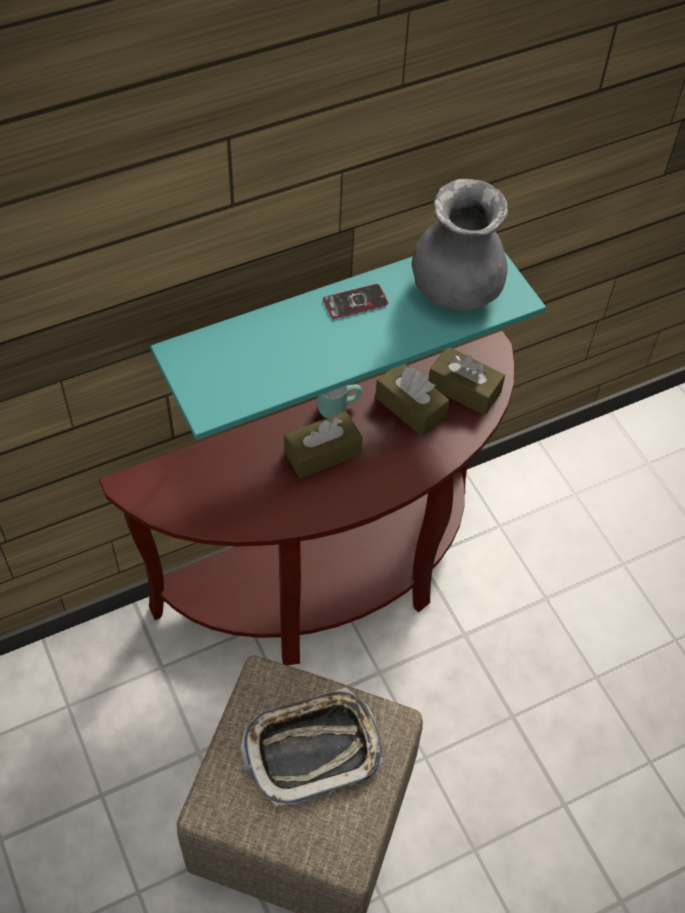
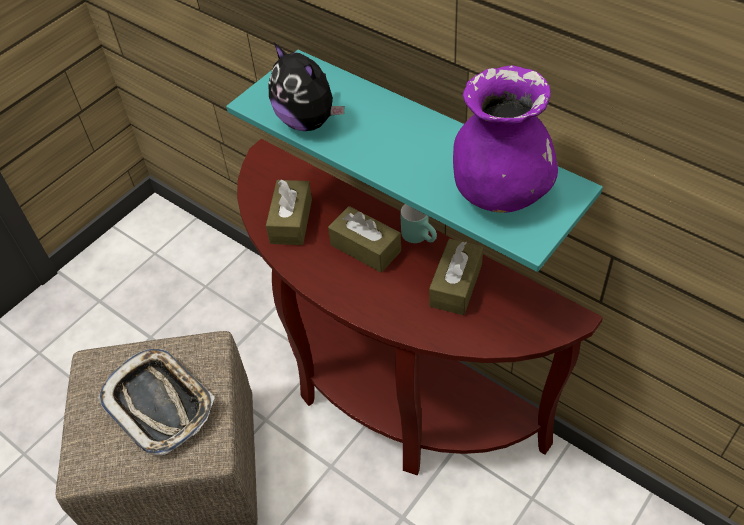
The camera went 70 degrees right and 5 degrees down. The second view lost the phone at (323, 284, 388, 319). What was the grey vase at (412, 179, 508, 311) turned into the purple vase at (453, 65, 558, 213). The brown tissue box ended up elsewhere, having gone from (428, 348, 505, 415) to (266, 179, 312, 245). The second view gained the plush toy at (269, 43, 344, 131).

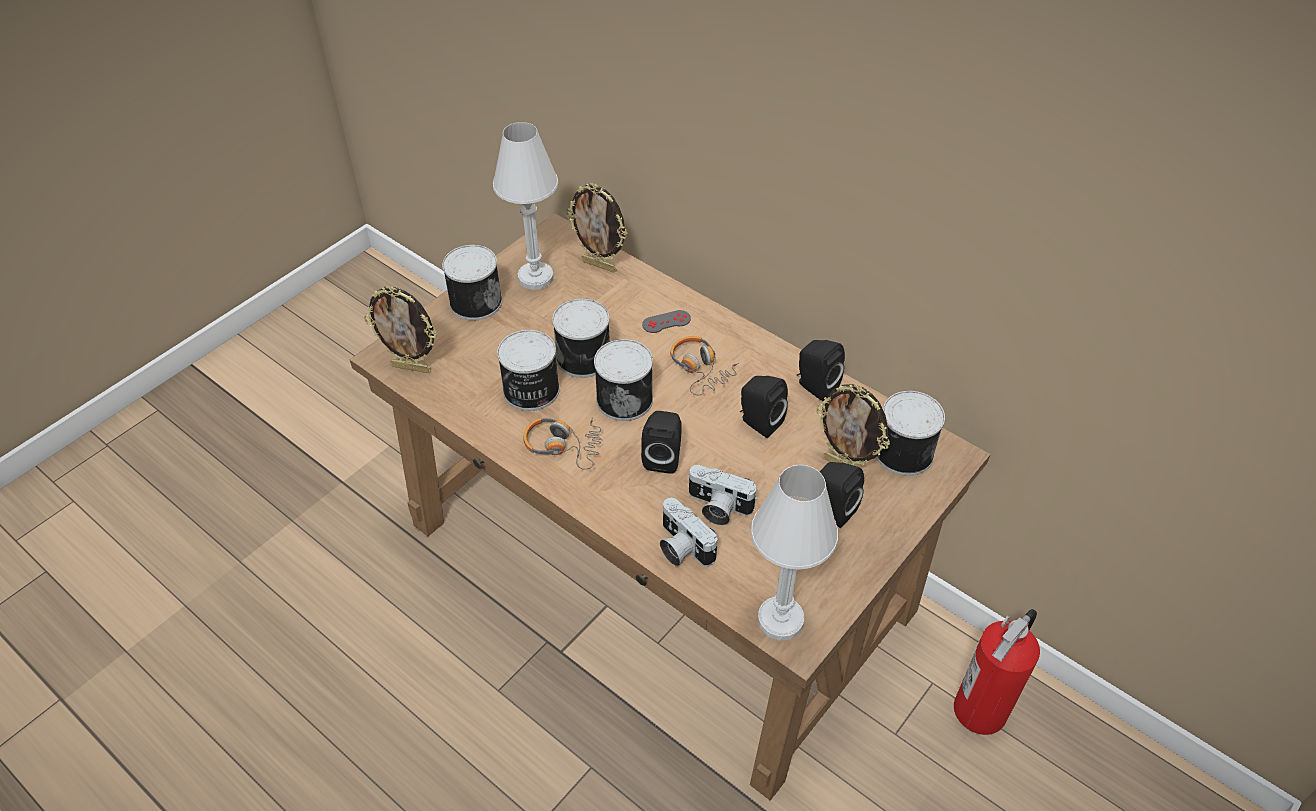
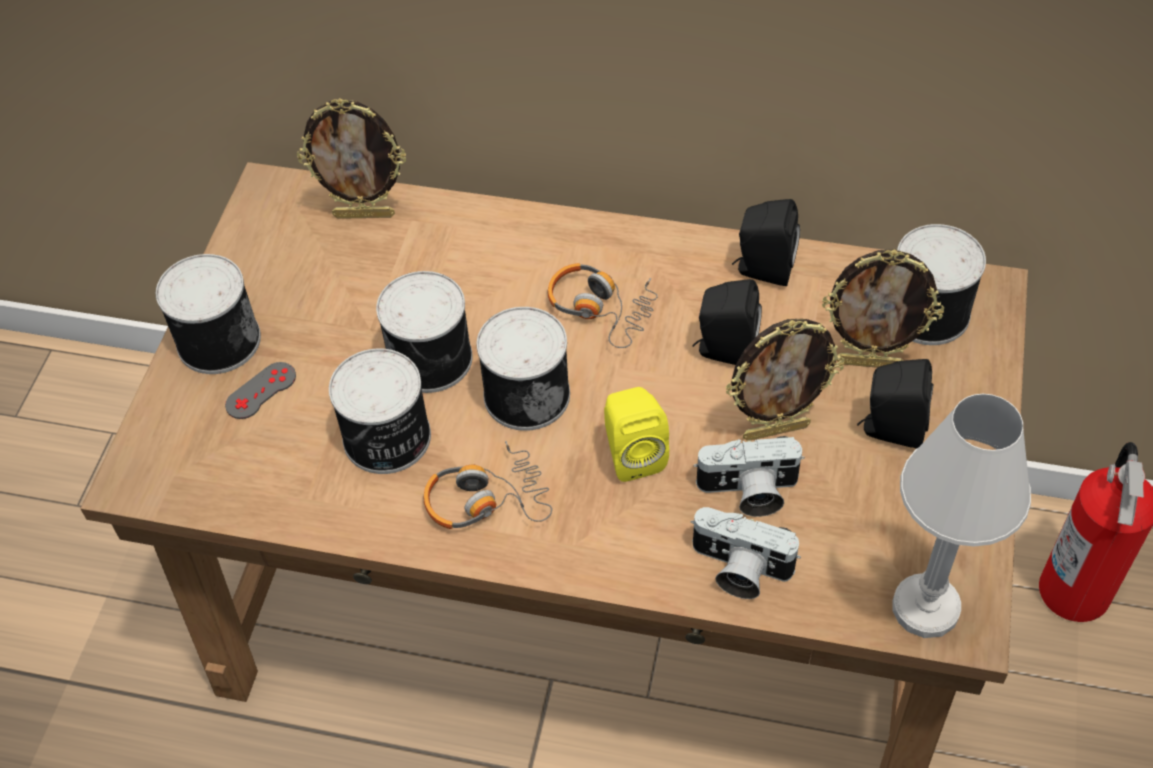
The camera went 25 degrees left and 5 degrees up. The picture frame ended up elsewhere, having gone from (364, 286, 437, 373) to (725, 318, 845, 441). The second view lost the white table lamp at (493, 122, 559, 290). What was the black speaker at (641, 411, 682, 474) turned into the yellow speaker at (604, 387, 669, 482). The grey game controller ended up elsewhere, having gone from (642, 310, 691, 333) to (225, 362, 296, 419).

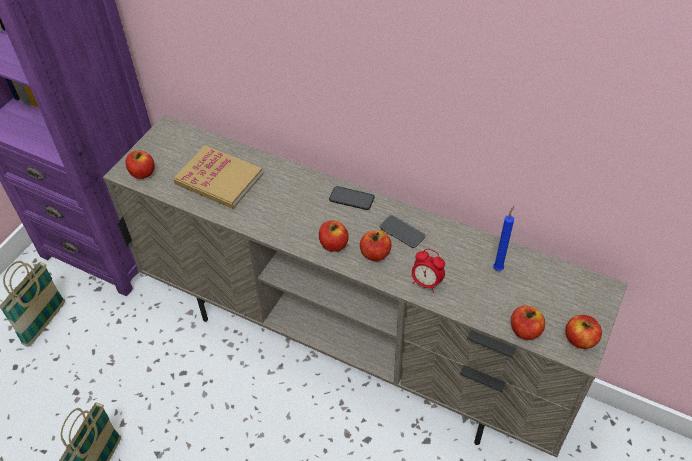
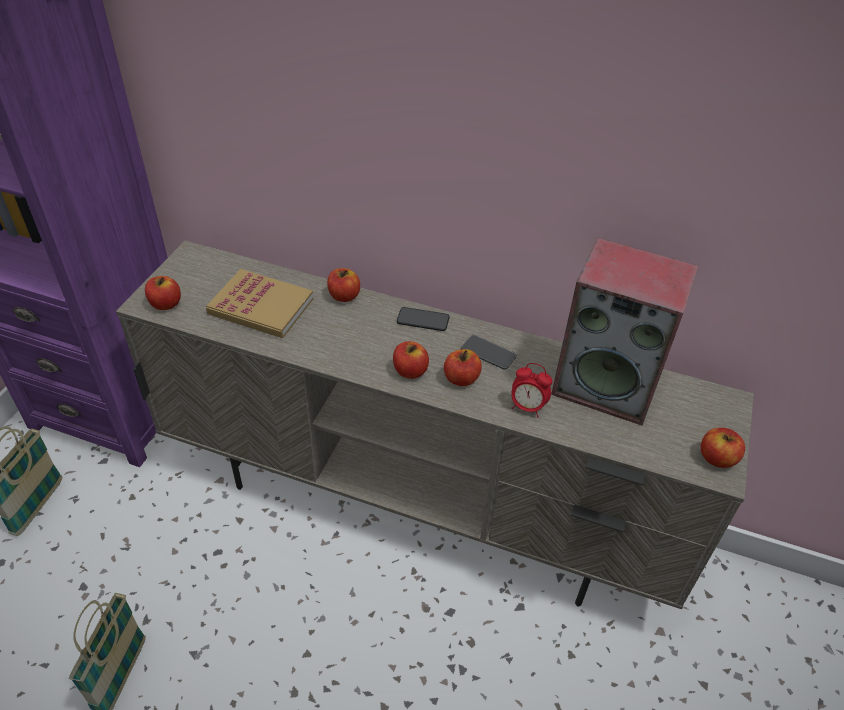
The camera went 10 degrees left and 5 degrees down. Where the blue candle stood at (493, 206, 514, 271), the speaker came to stand at (551, 238, 698, 425). The apple ended up elsewhere, having gone from (511, 306, 545, 340) to (327, 268, 360, 302).

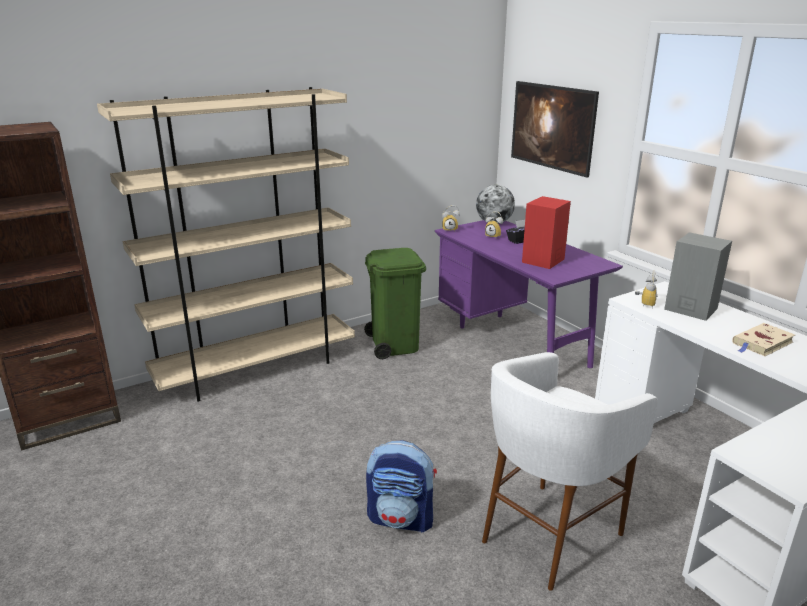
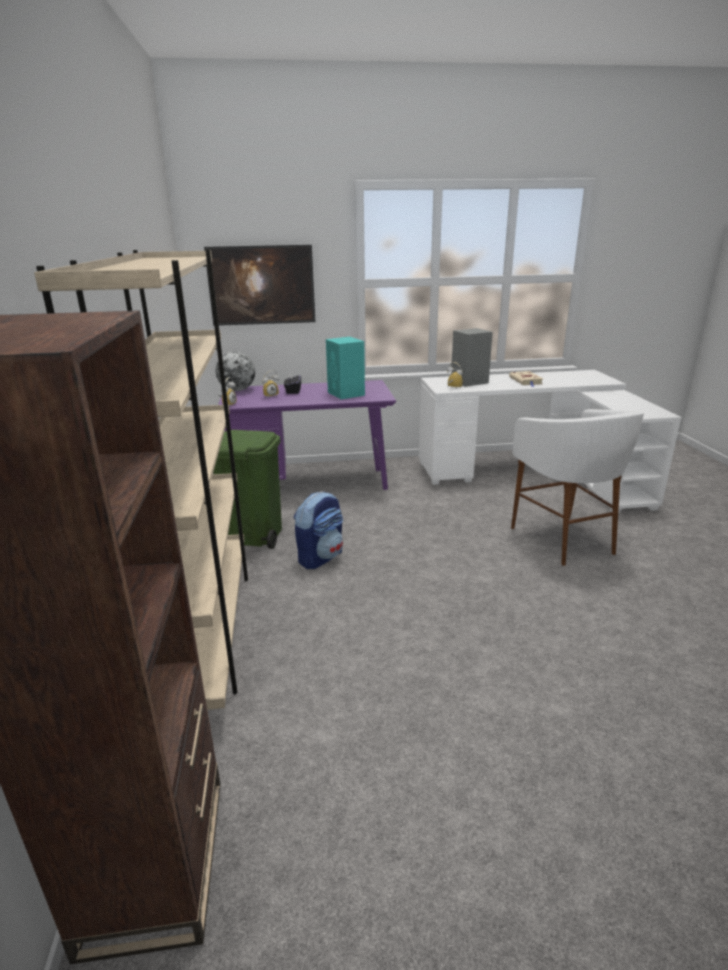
The camera went 65 degrees left and 0 degrees up. The backpack ended up elsewhere, having gone from (366, 440, 437, 533) to (294, 491, 343, 569). What was the red speaker at (522, 196, 571, 269) turned into the turquoise speaker at (326, 337, 365, 399).

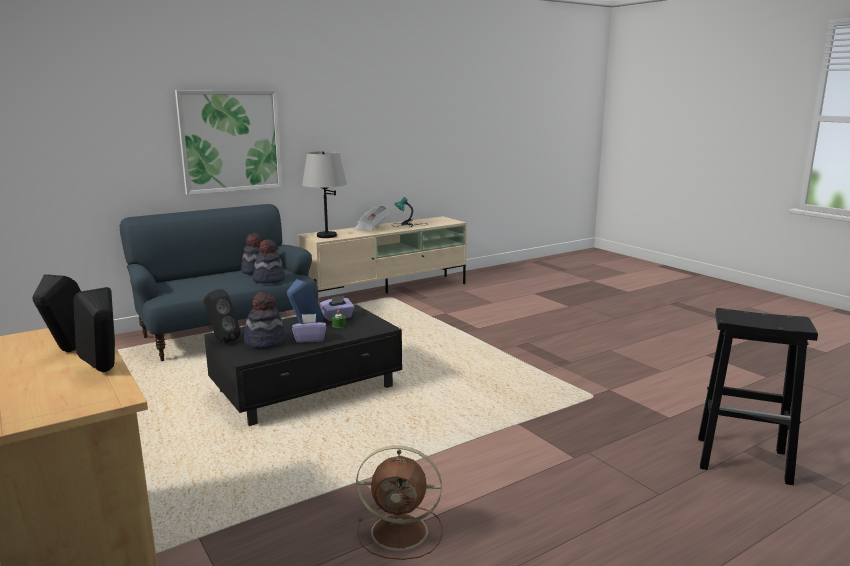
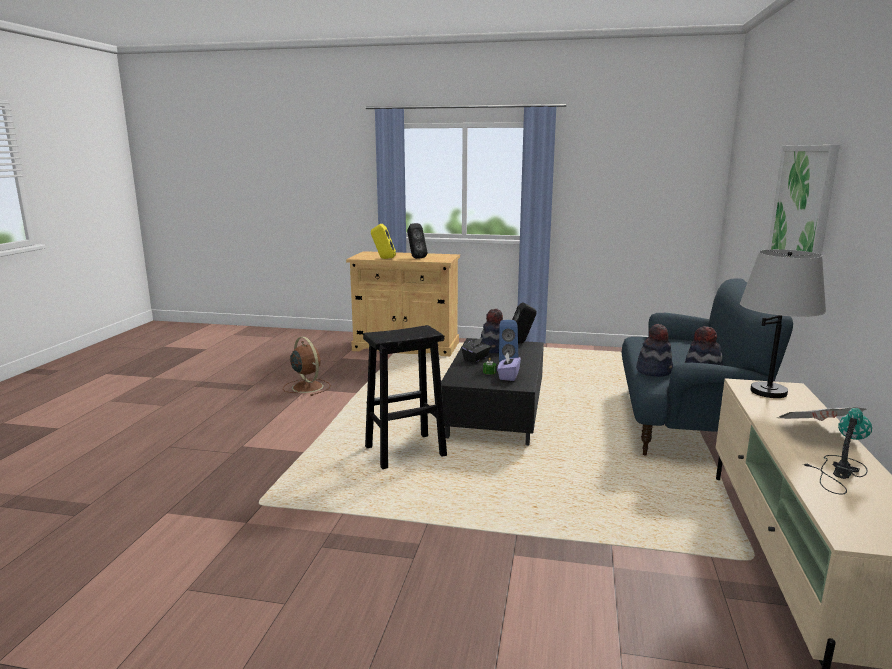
The camera went 135 degrees right and 0 degrees up. What was the black speaker at (73, 287, 115, 372) turned into the yellow speaker at (371, 224, 396, 259). What was the purple tissue box at (292, 314, 326, 343) turned into the black tissue box at (462, 337, 491, 363). The brown fan at (356, 445, 442, 560) ended up facing another way, 90 degrees clockwise from before. The black stool ended up elsewhere, having gone from (698, 308, 818, 485) to (363, 325, 447, 469).

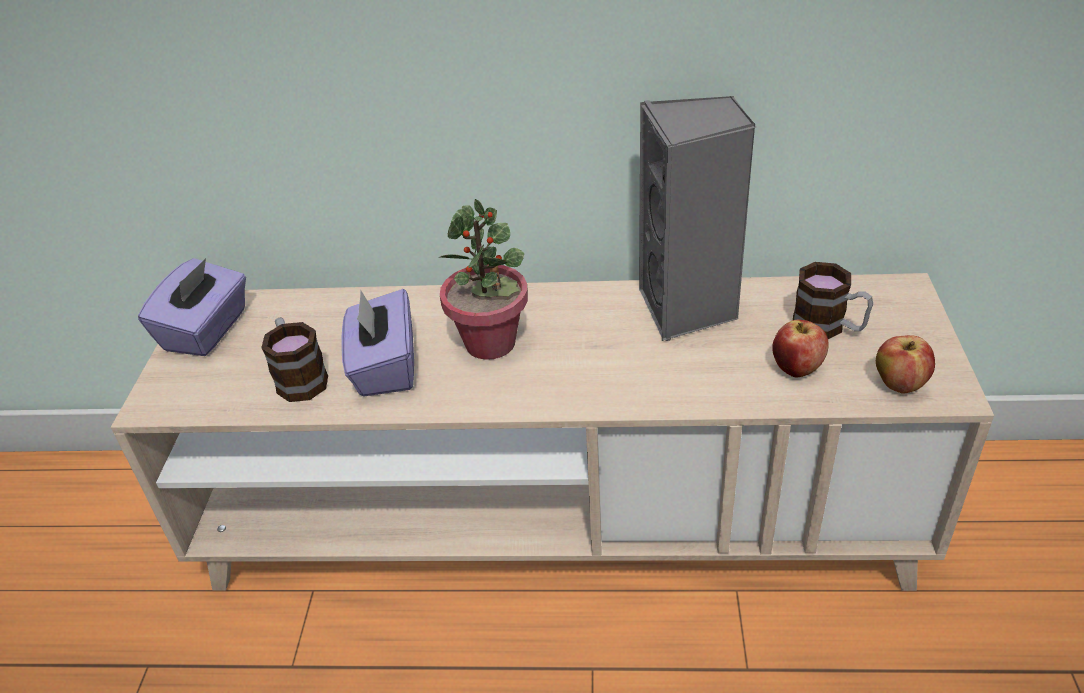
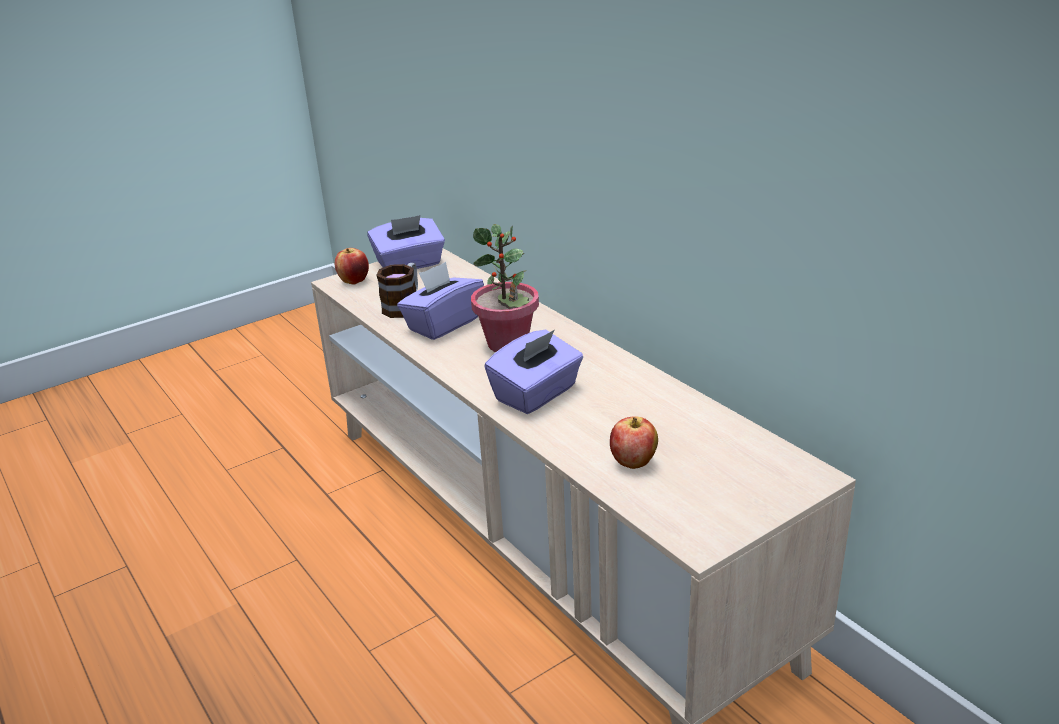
The camera went 50 degrees right and 10 degrees down. The second view lost the grey speaker at (639, 96, 756, 341). The second view lost the mug at (793, 262, 873, 339). The apple ended up elsewhere, having gone from (876, 335, 935, 394) to (335, 248, 369, 285). The second view gained the purple tissue box at (484, 330, 583, 414).

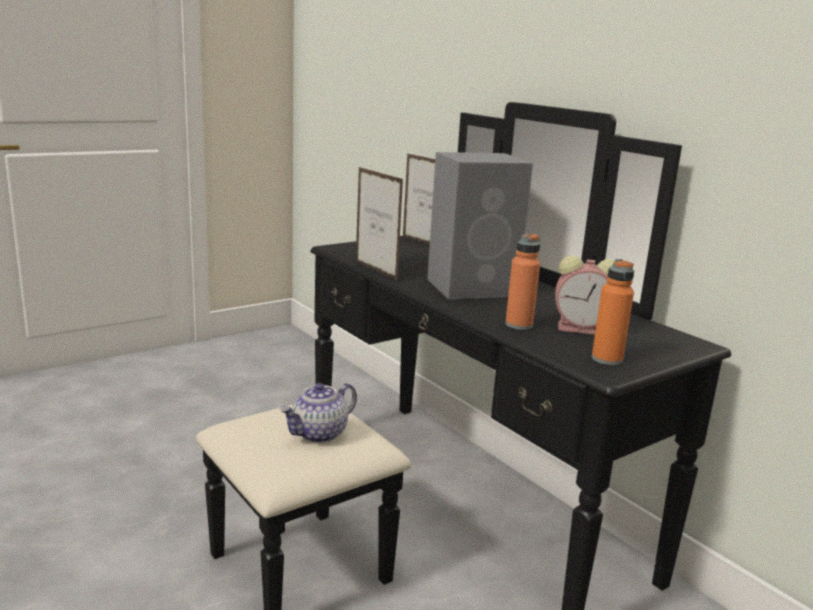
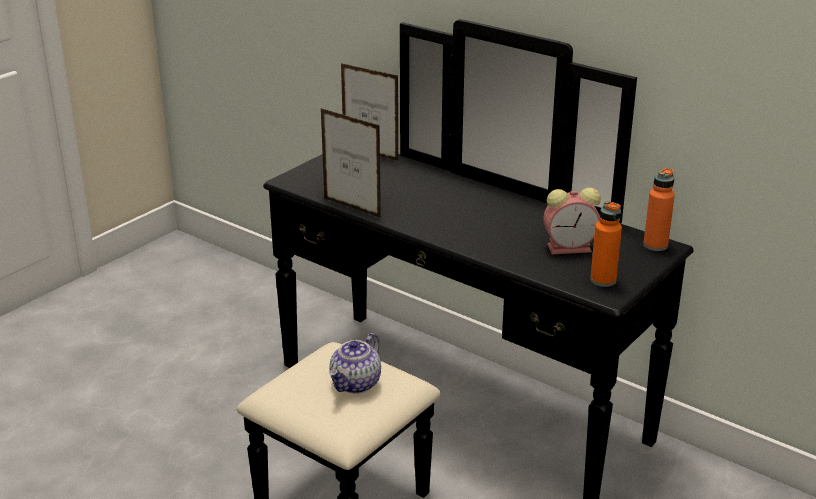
The camera went 15 degrees left and 10 degrees up. The second view lost the grey speaker at (427, 152, 533, 300). The orange bottle ended up elsewhere, having gone from (505, 234, 540, 330) to (643, 168, 675, 251).

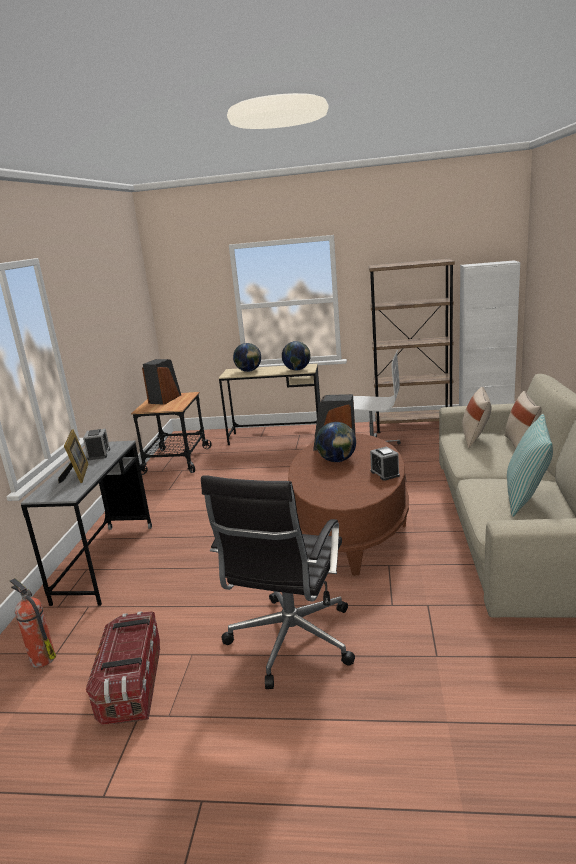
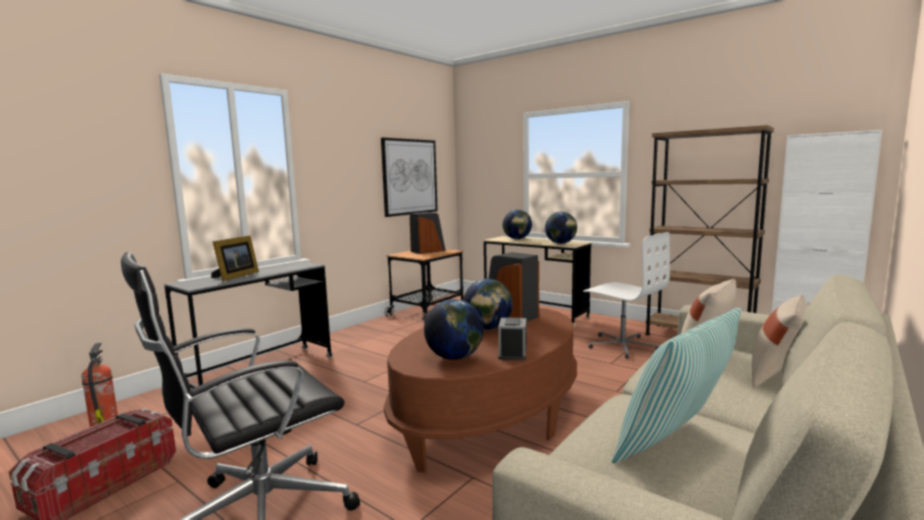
The camera went 30 degrees right and 10 degrees down. The second view lost the alarm clock at (83, 429, 110, 460). The second view gained the picture at (381, 138, 438, 217). The second view gained the globe at (424, 299, 484, 360).

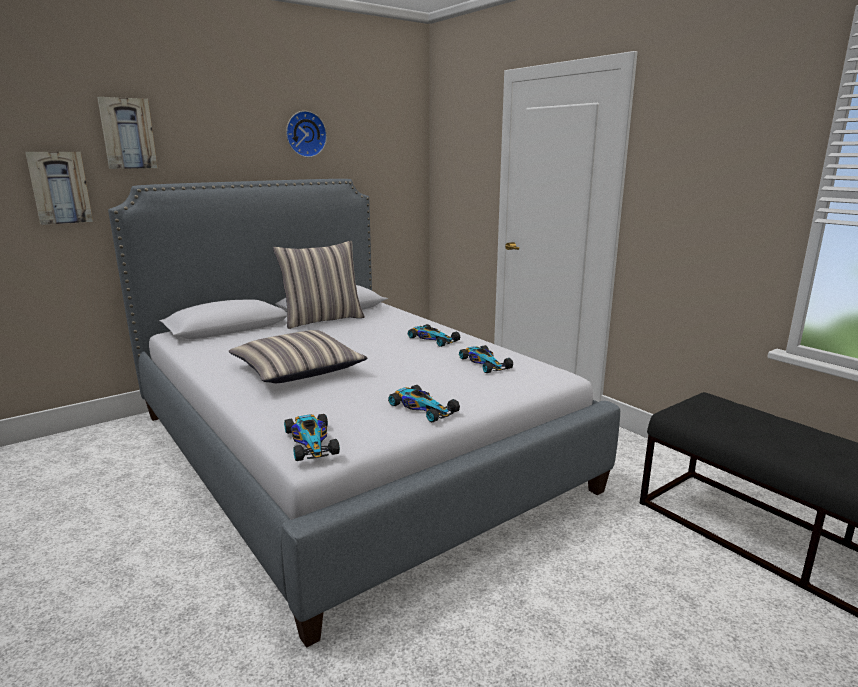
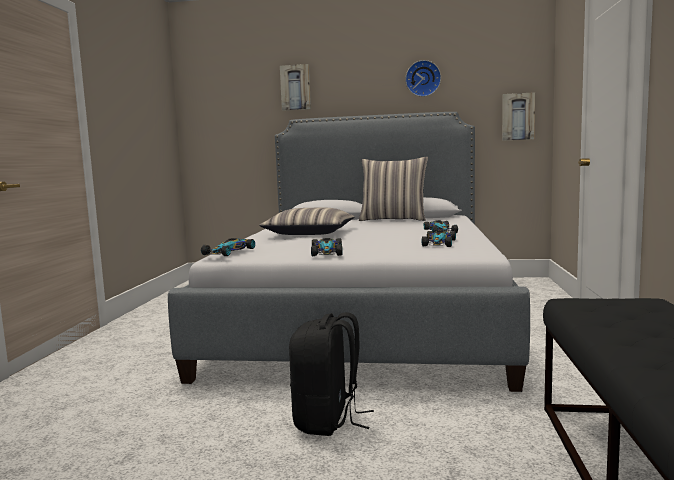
The camera went 45 degrees right and 10 degrees down. The picture ended up elsewhere, having gone from (25, 152, 93, 225) to (502, 92, 535, 141). The second view gained the black backpack at (289, 312, 374, 436).

